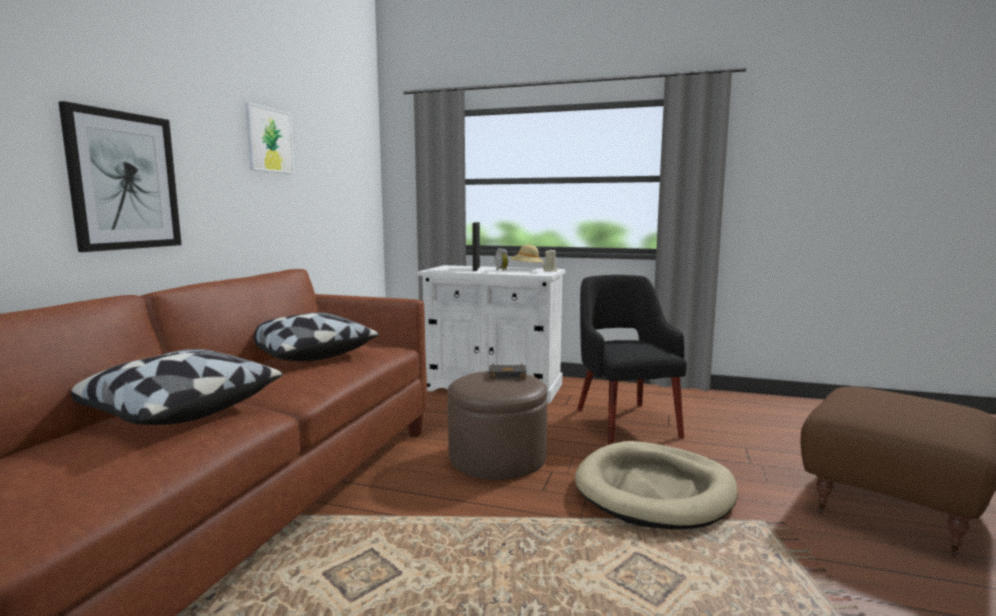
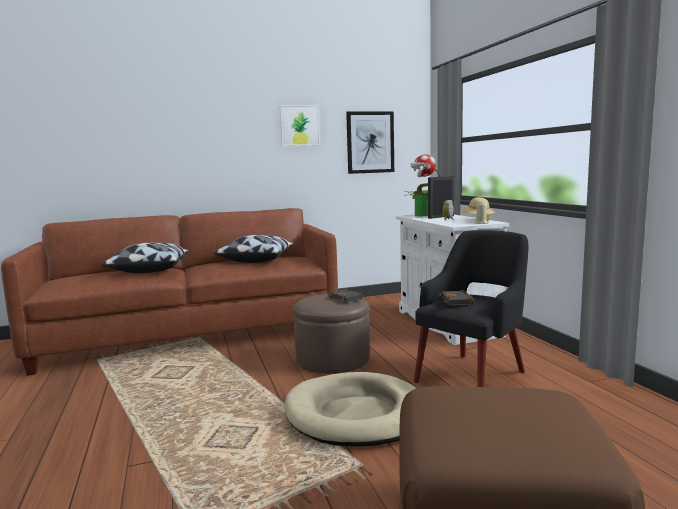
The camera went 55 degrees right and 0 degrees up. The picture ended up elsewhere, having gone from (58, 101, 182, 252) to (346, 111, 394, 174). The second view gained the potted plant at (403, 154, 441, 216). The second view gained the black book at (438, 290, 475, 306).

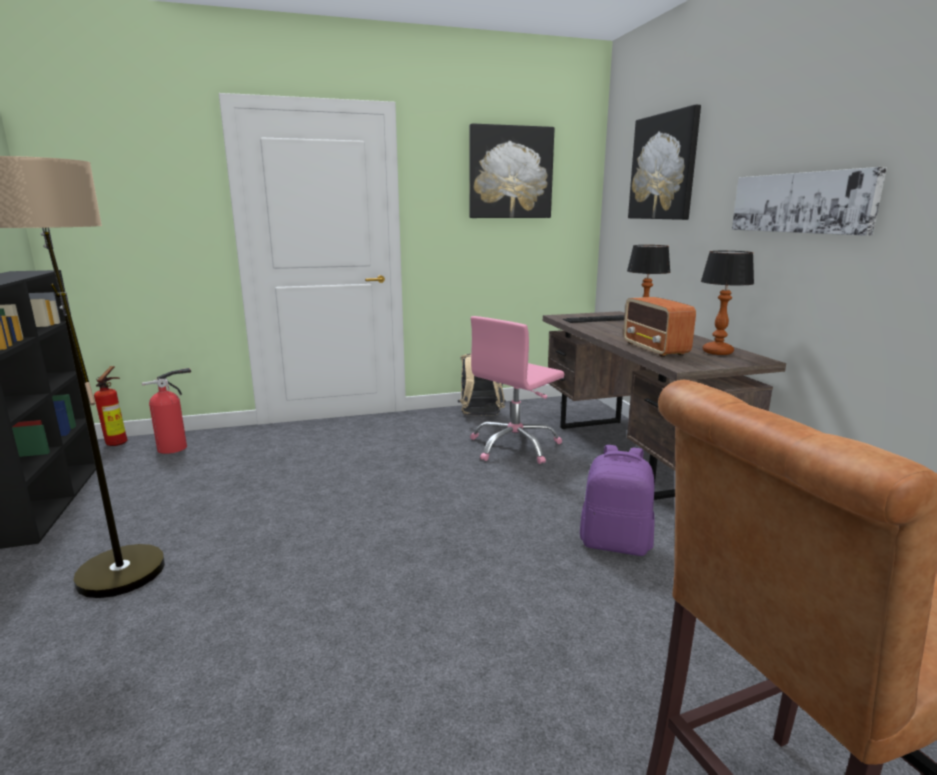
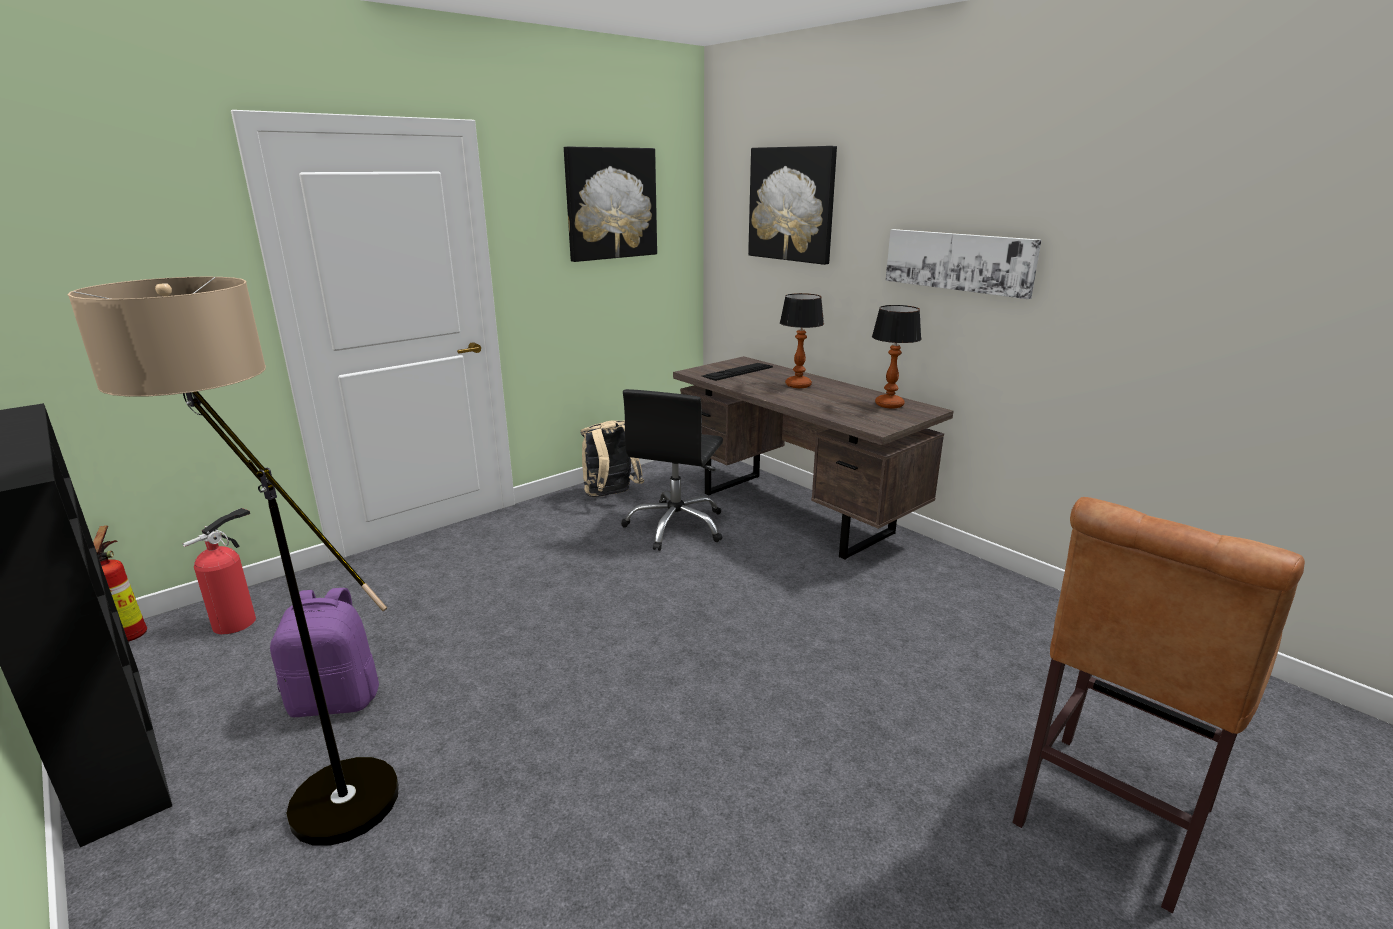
The camera went 25 degrees left and 5 degrees up. What was the pink office chair at (470, 316, 564, 464) turned into the black office chair at (621, 389, 723, 551). The purple backpack ended up elsewhere, having gone from (580, 445, 655, 556) to (270, 588, 379, 717). The second view lost the radio at (623, 297, 696, 357).

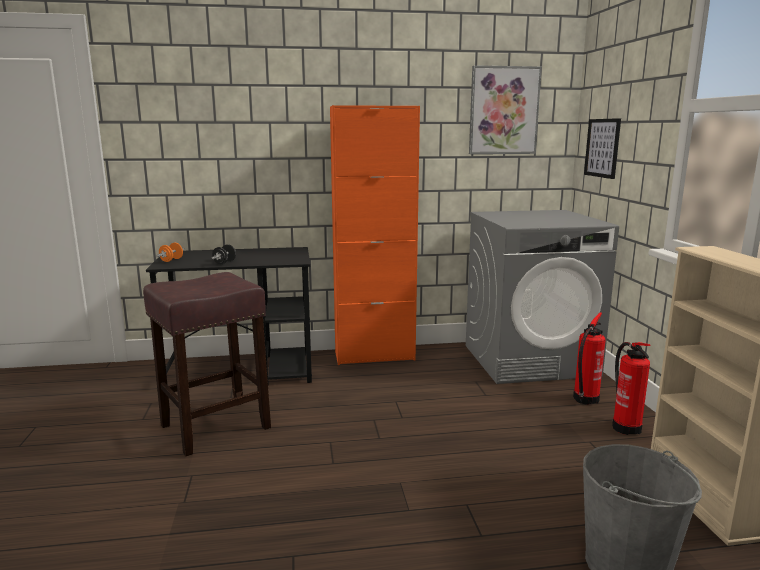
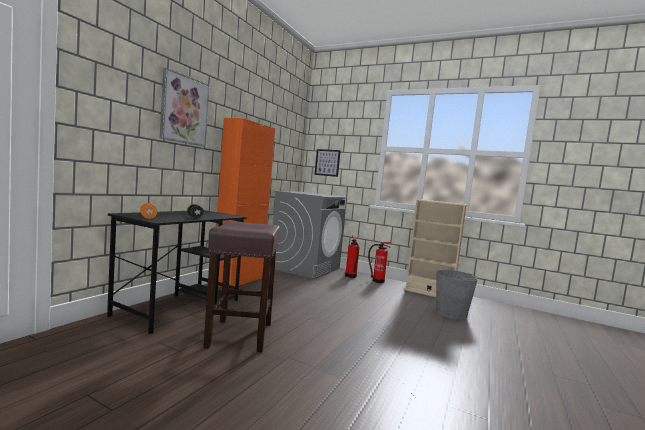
The camera went 55 degrees left and 10 degrees down. The picture ended up elsewhere, having gone from (469, 65, 542, 154) to (160, 67, 209, 146).

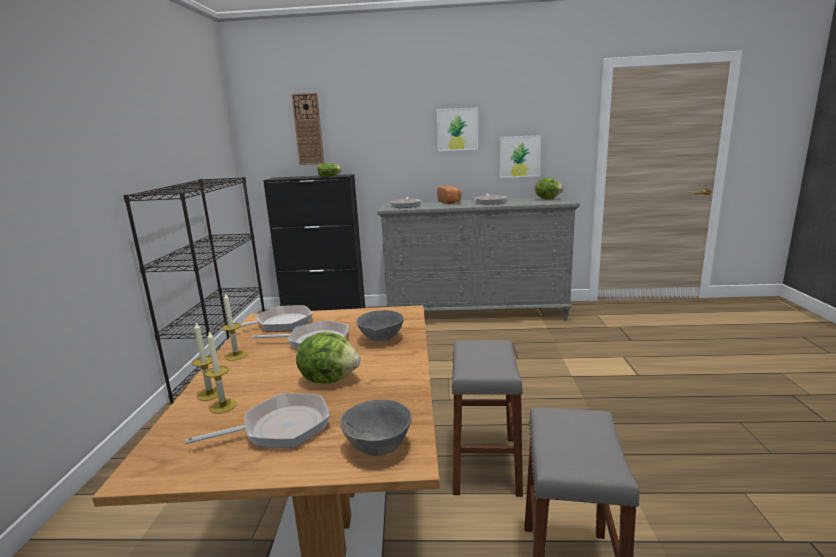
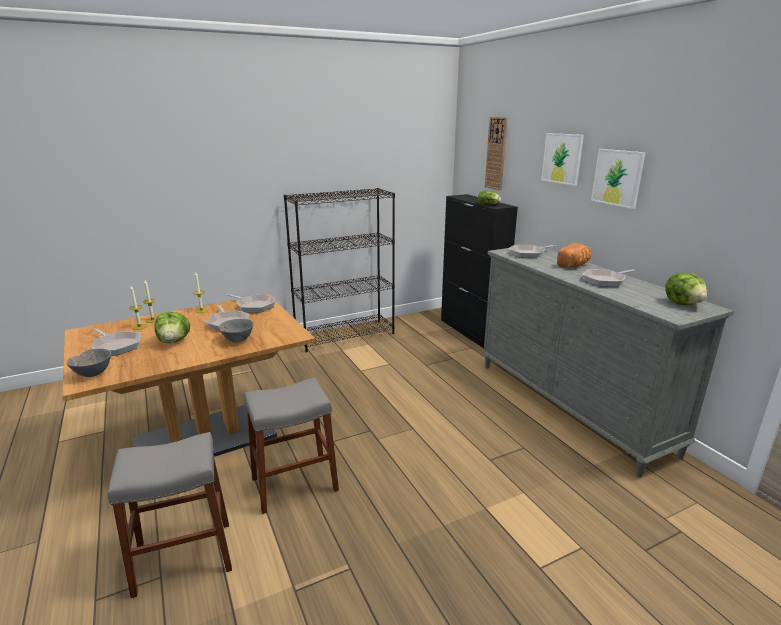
The camera went 60 degrees right and 5 degrees up. The picture ended up elsewhere, having gone from (500, 135, 541, 178) to (541, 133, 584, 186).

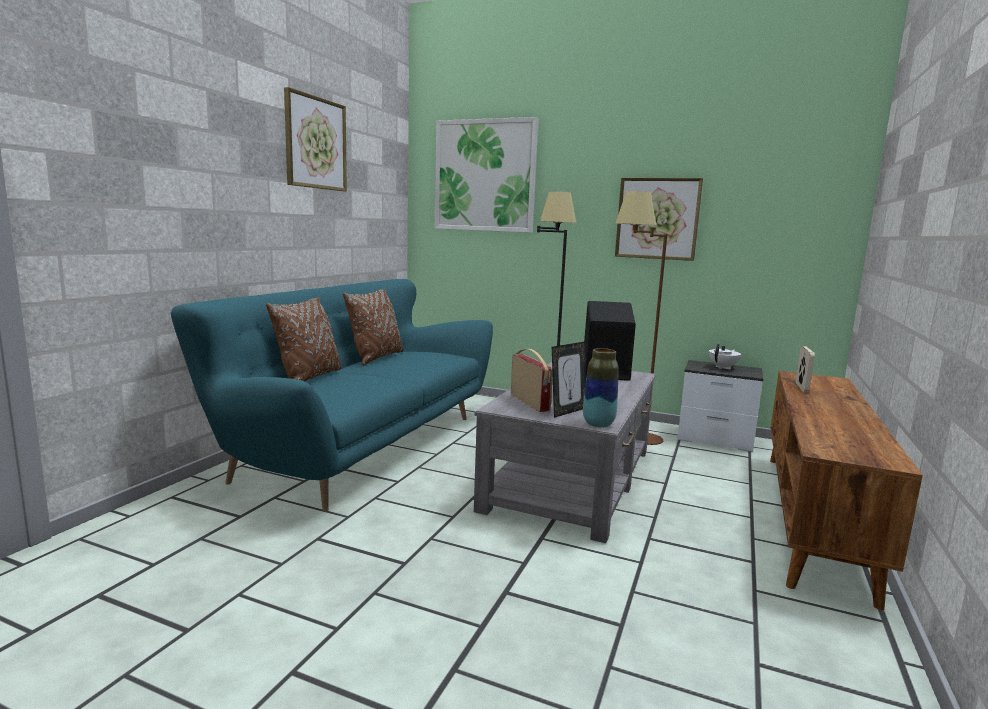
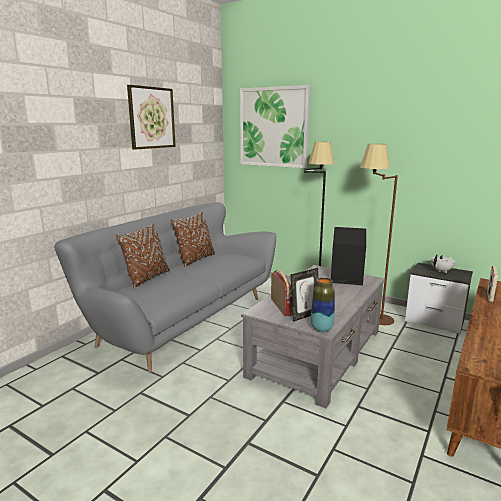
The camera went 10 degrees right and 5 degrees up. What was the turquoise sofa at (171, 279, 493, 512) turned into the grey sofa at (54, 202, 276, 372). The second view lost the picture at (615, 178, 703, 261).

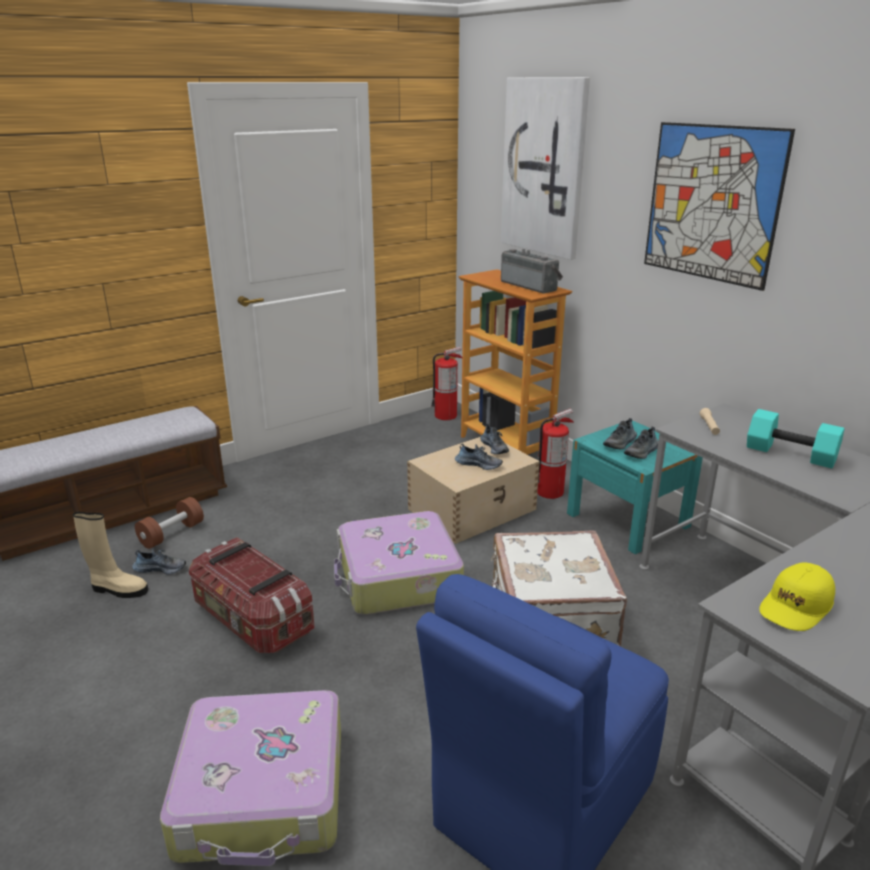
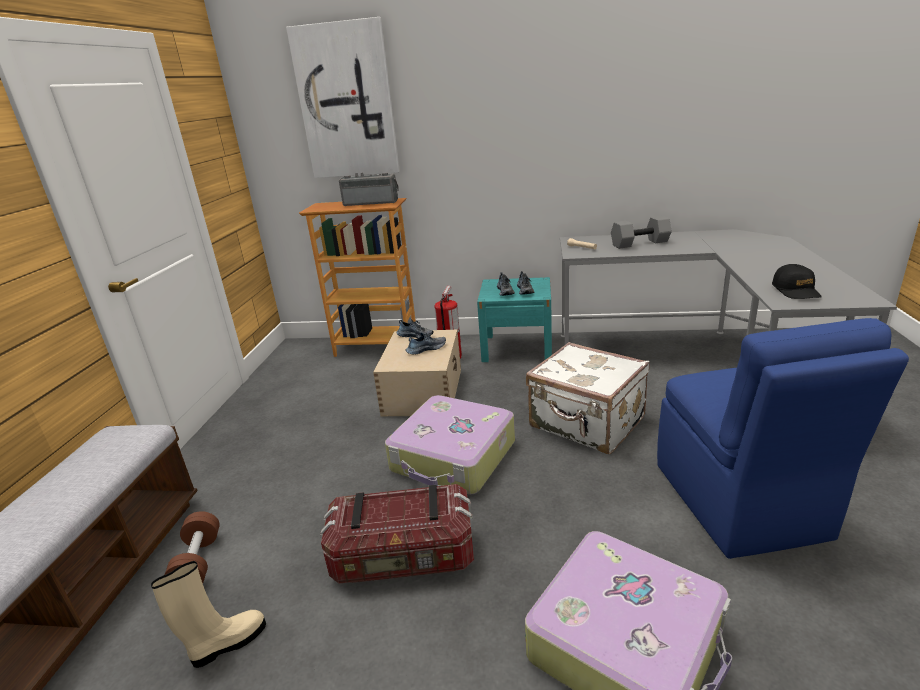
The camera went 45 degrees left and 0 degrees up. The second view lost the shoe at (132, 548, 186, 574). The second view lost the fire extinguisher at (431, 347, 462, 420). The second view lost the picture at (644, 122, 795, 291). What was the turquoise dumbbell at (747, 409, 845, 468) turned into the grey dumbbell at (611, 216, 672, 249). What was the yellow cap at (759, 563, 835, 631) turned into the black cap at (772, 264, 822, 299).

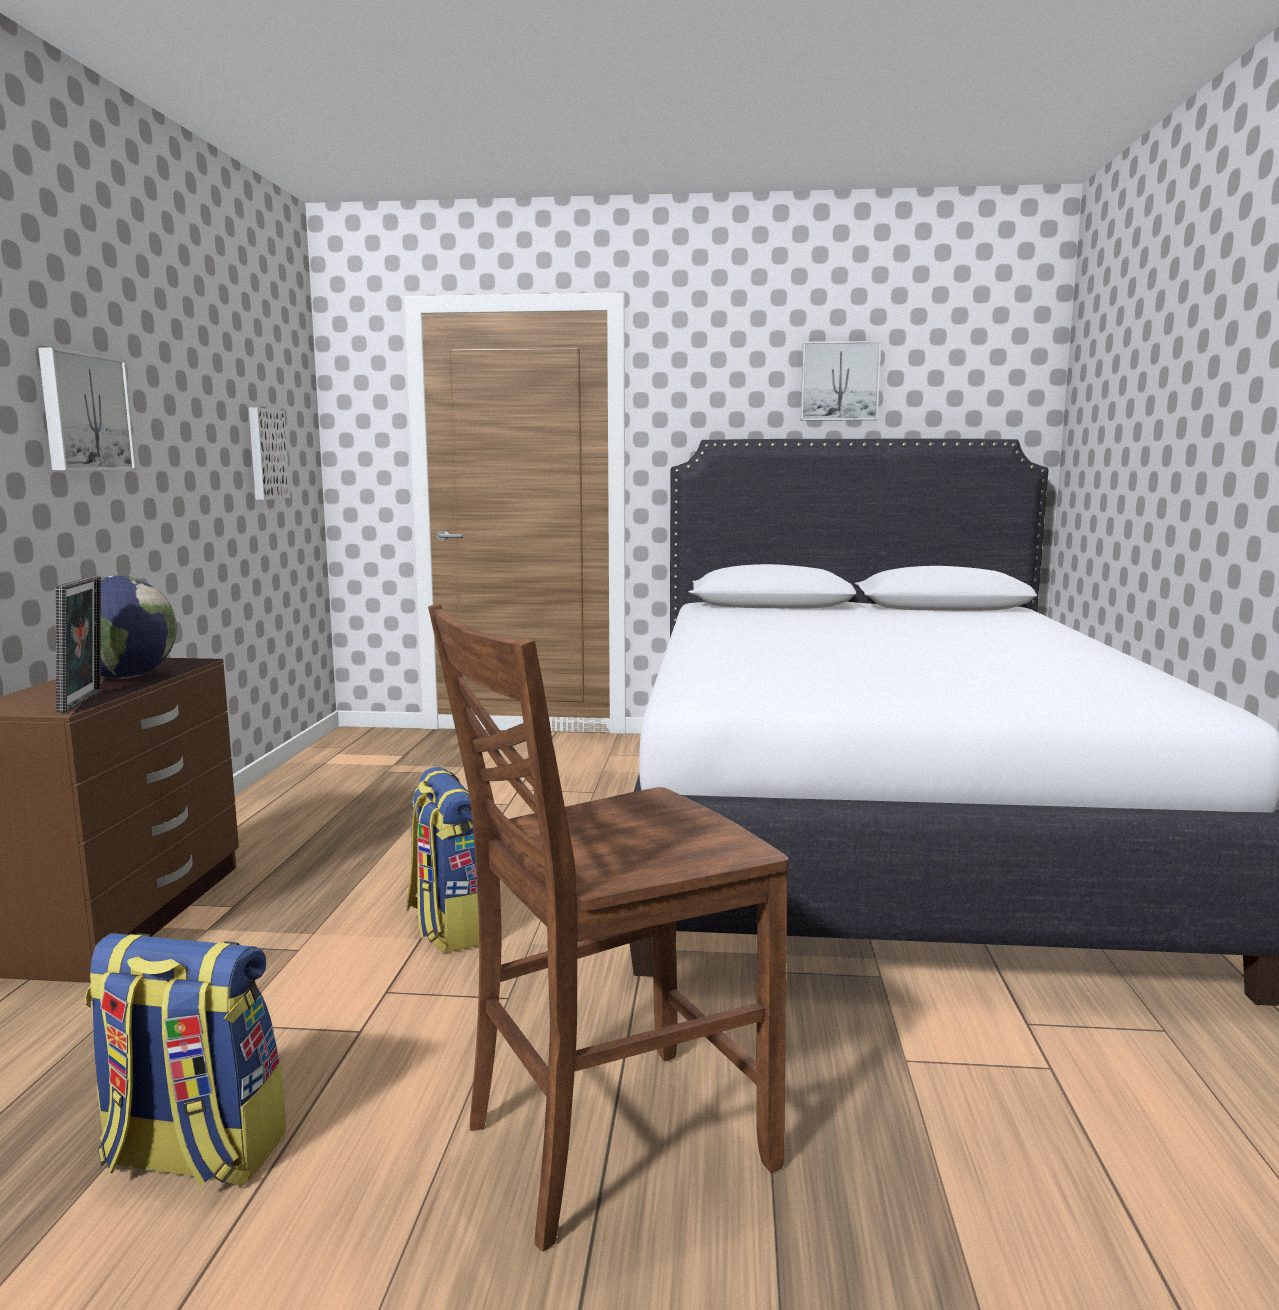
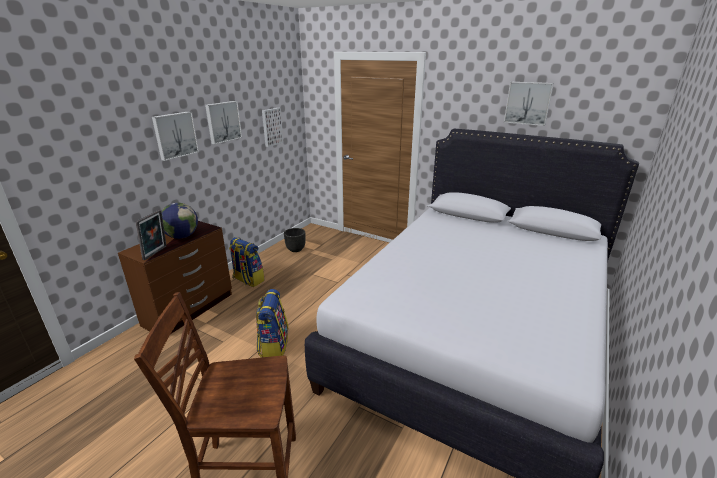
The camera went 25 degrees right and 15 degrees up. The backpack ended up elsewhere, having gone from (85, 933, 286, 1186) to (229, 237, 265, 287). The second view gained the picture at (205, 101, 242, 145). The second view gained the black planter at (284, 228, 305, 252).

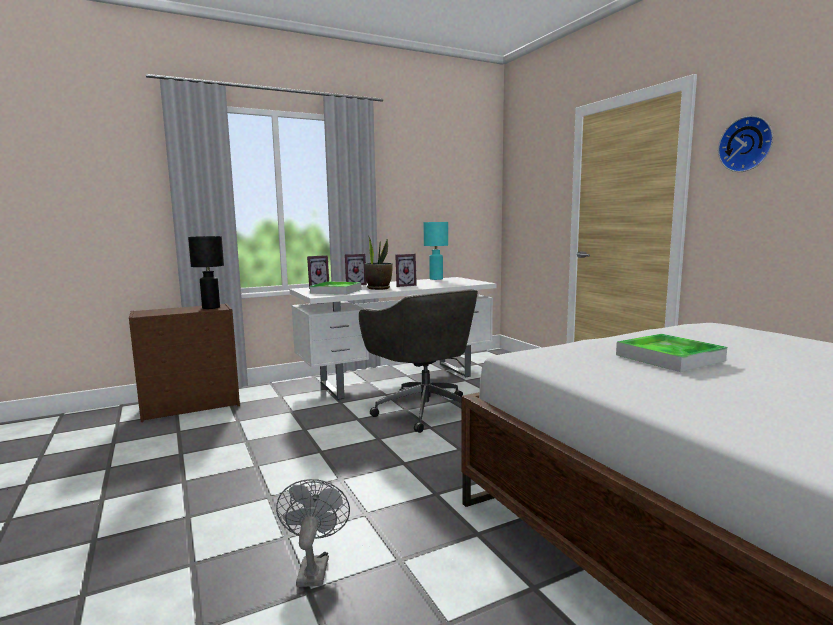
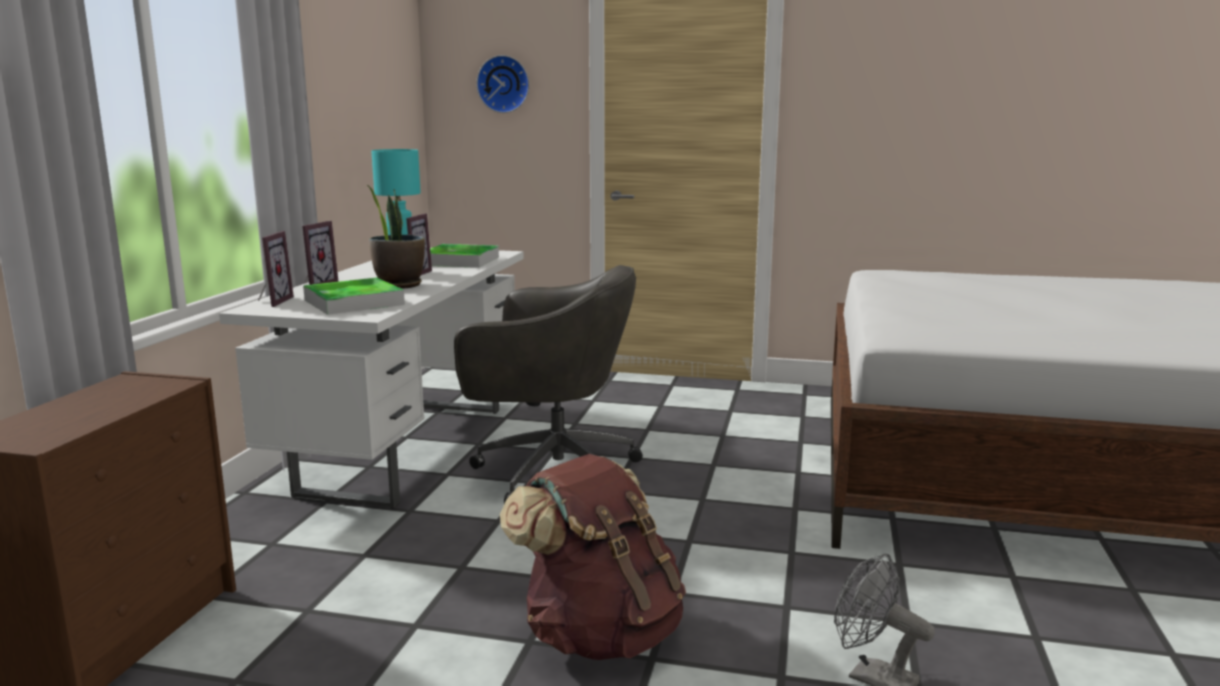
The camera went 50 degrees left and 5 degrees up. The second view lost the black table lamp at (188, 236, 224, 309). The tray ended up elsewhere, having gone from (616, 334, 727, 372) to (430, 244, 499, 268). The wall clock ended up elsewhere, having gone from (718, 116, 774, 172) to (476, 55, 529, 113). The second view gained the brown backpack at (500, 454, 686, 660).

